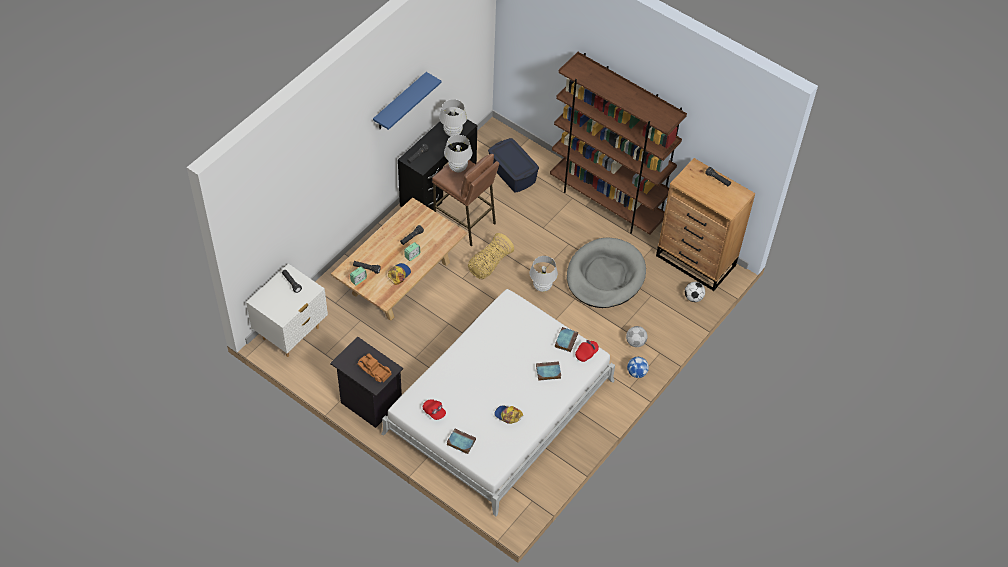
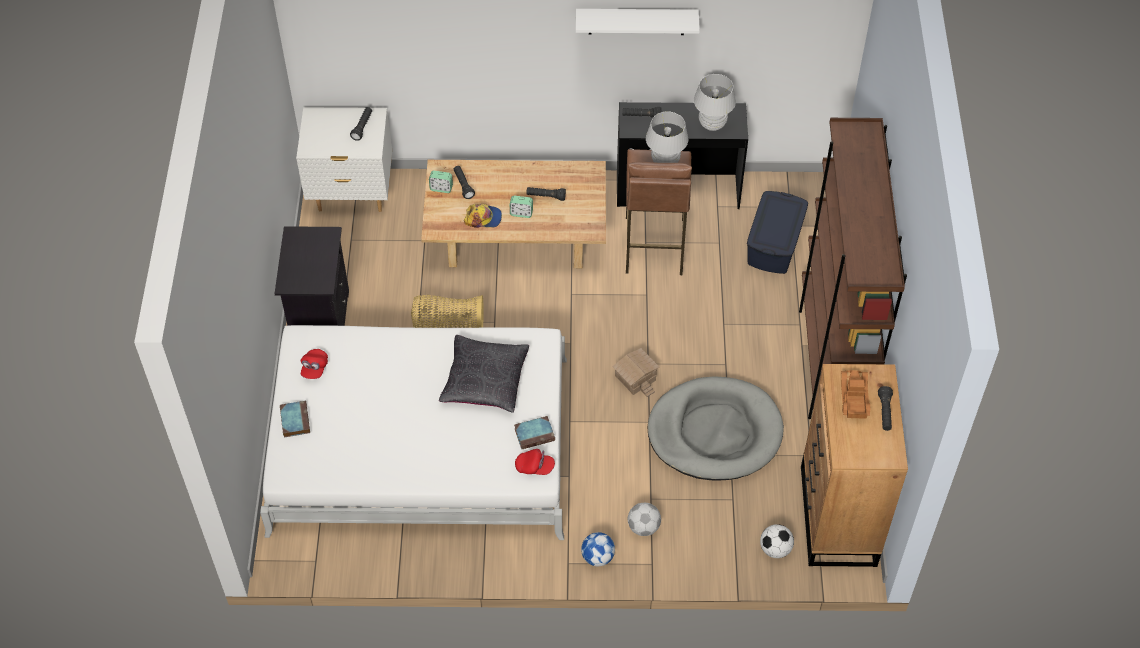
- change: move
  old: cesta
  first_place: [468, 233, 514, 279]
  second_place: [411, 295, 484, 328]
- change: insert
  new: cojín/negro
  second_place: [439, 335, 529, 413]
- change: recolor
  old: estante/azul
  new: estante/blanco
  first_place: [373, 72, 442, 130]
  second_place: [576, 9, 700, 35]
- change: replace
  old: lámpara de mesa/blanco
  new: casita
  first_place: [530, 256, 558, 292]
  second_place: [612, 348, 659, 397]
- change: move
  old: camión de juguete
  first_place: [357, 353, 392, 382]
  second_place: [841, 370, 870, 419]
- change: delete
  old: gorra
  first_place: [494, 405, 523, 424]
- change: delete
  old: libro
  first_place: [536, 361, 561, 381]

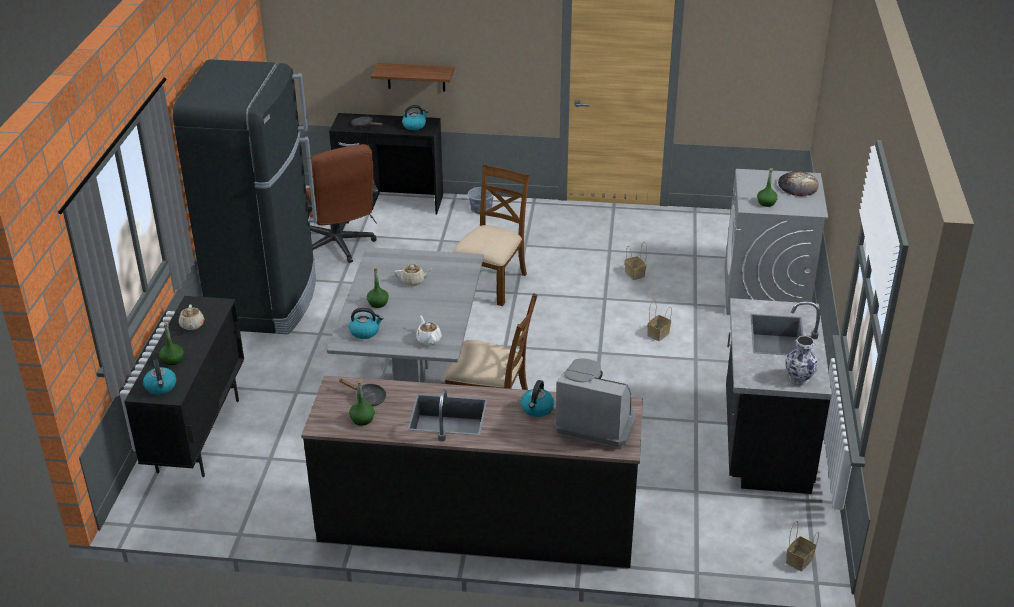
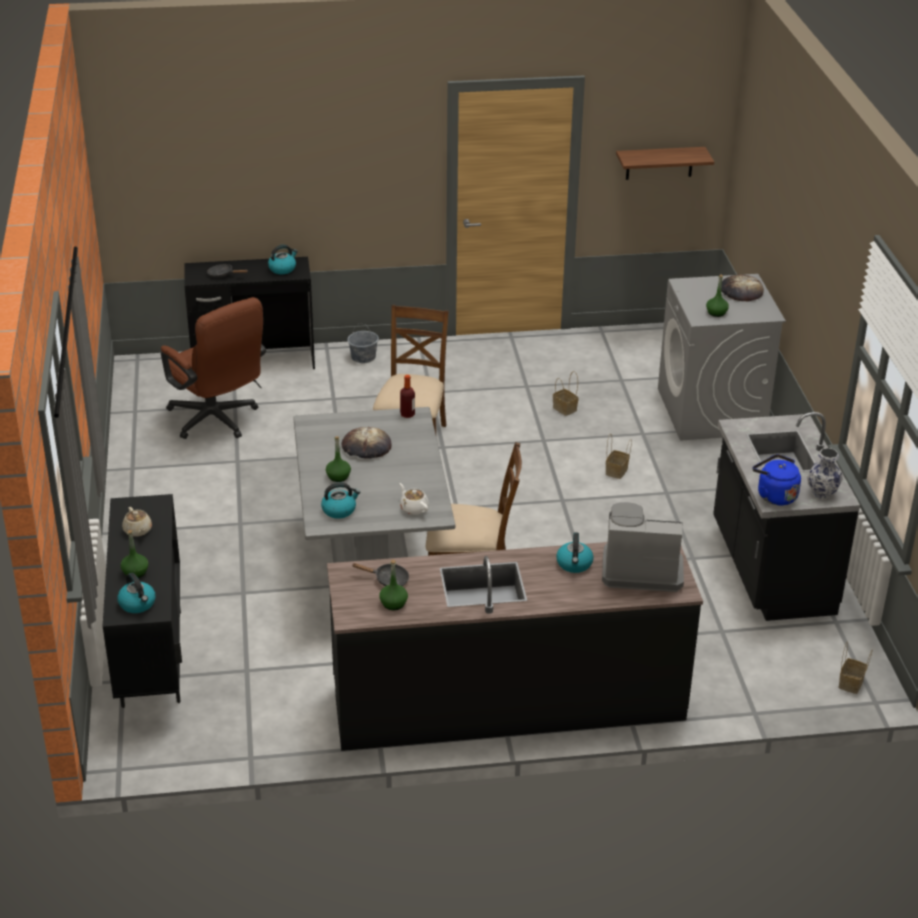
- change: replace
  old: tetera/beis
  new: pan
  first_place: [394, 264, 433, 286]
  second_place: [341, 427, 392, 458]
- change: insert
  new: botella
  second_place: [400, 375, 415, 418]
- change: move
  old: estante
  first_place: [371, 63, 455, 91]
  second_place: [616, 147, 714, 180]
- change: insert
  new: hervidor/azul
  second_place: [753, 454, 801, 505]
- change: delete
  old: nevera/negro
  first_place: [173, 59, 317, 334]

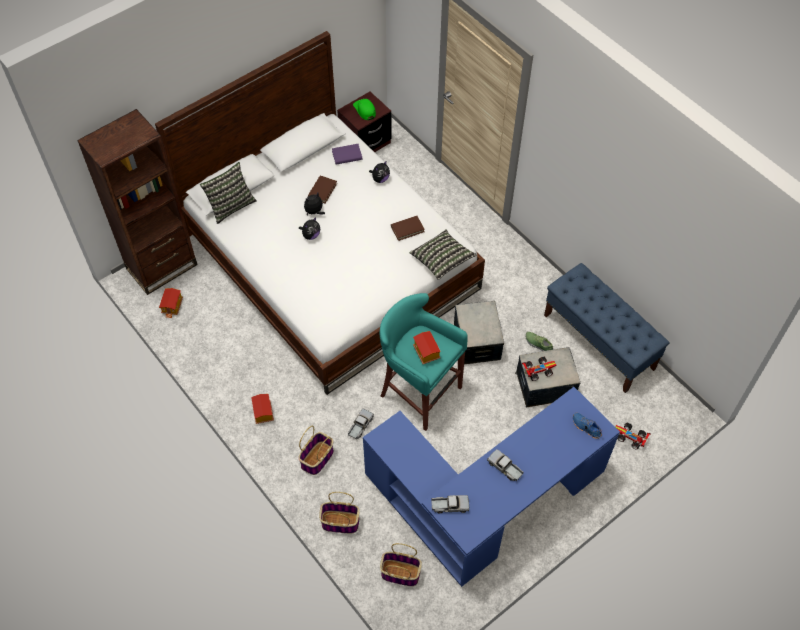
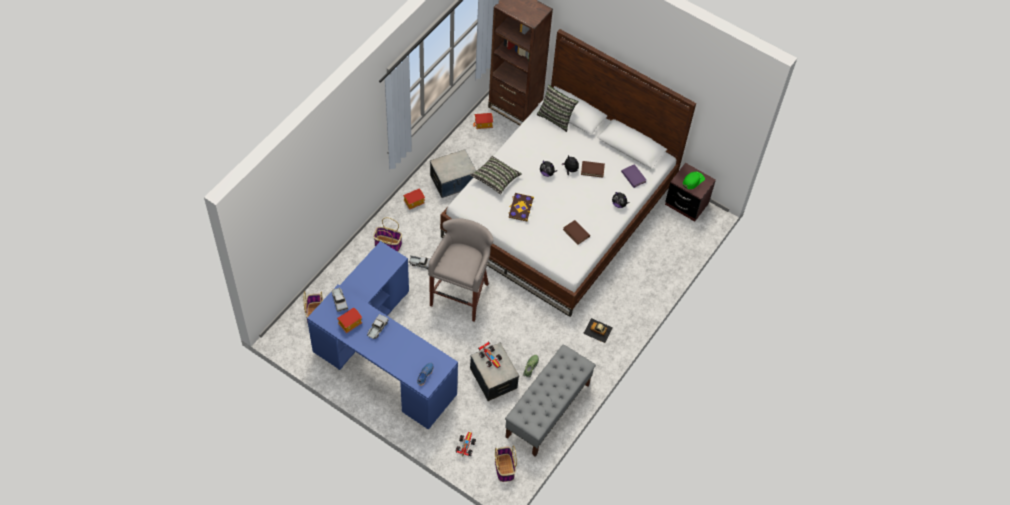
- change: move
  old: casita
  first_place: [413, 331, 441, 364]
  second_place: [337, 308, 362, 333]
- change: recolor
  old: taburete/turquesa
  new: taburete/gris
  first_place: [380, 293, 468, 431]
  second_place: [428, 218, 494, 322]
- change: move
  old: caja de almacenaje
  first_place: [454, 301, 504, 364]
  second_place: [430, 149, 476, 198]
- change: move
  old: cojín
  first_place: [410, 229, 477, 280]
  second_place: [470, 156, 522, 195]
- change: move
  old: cesta
  first_place: [319, 492, 360, 533]
  second_place: [495, 446, 517, 482]
- change: recolor
  old: banco/azul
  new: banco/gris
  first_place: [544, 263, 669, 393]
  second_place: [505, 344, 596, 457]
- change: insert
  new: libro
  second_place: [509, 193, 534, 222]
- change: insert
  new: coche de juguete
  second_place: [583, 318, 613, 343]

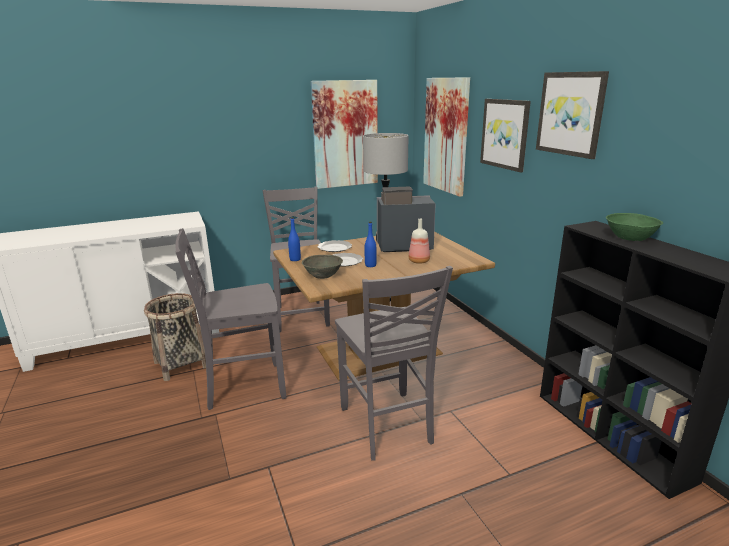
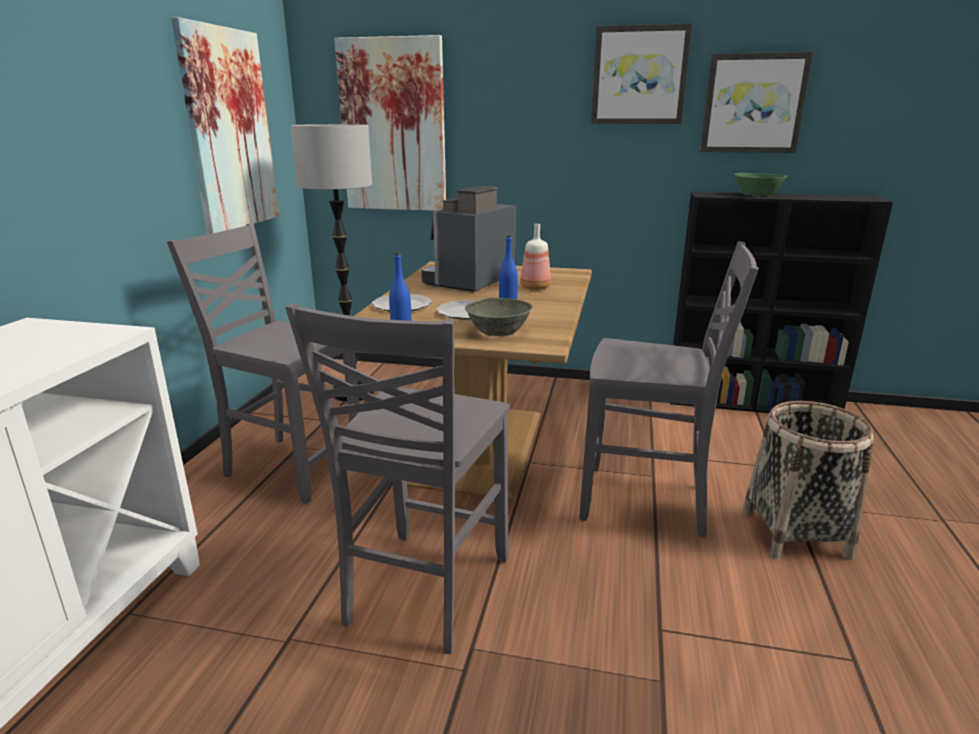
- change: move
  old: cuadro
  first_place: [480, 99, 531, 173]
  second_place: [700, 52, 813, 153]
- change: move
  old: cesta
  first_place: [144, 293, 206, 381]
  second_place: [742, 401, 874, 560]

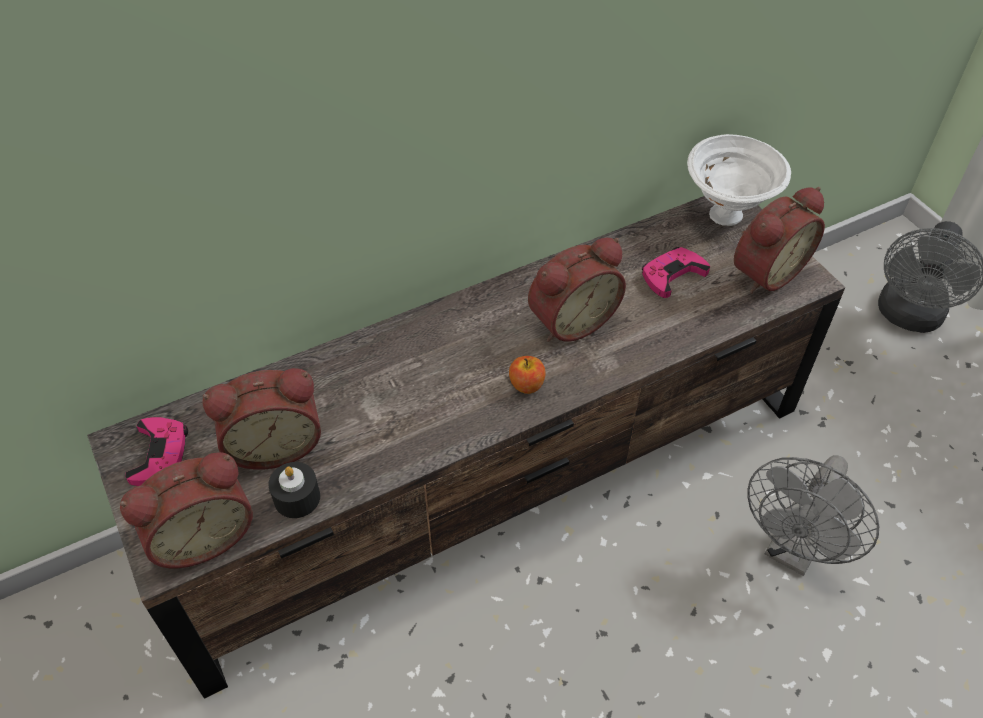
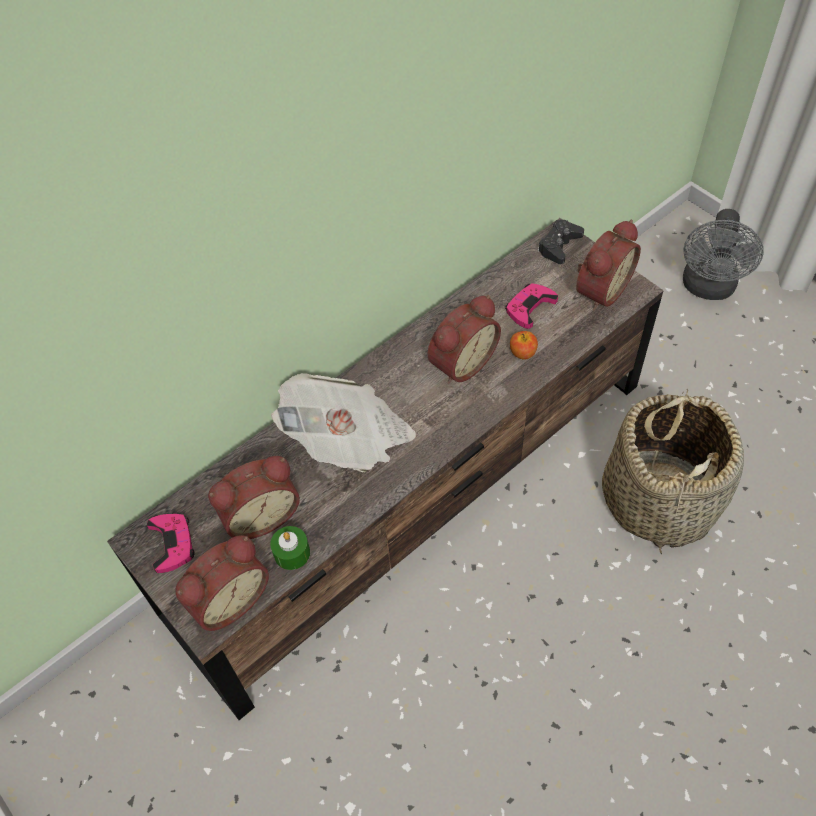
- change: recolor
  old: vela/negro
  new: vela/verde
  first_place: [268, 462, 320, 518]
  second_place: [270, 526, 310, 570]
- change: insert
  new: periódico
  second_place: [271, 373, 416, 472]
- change: move
  old: manzana
  first_place: [509, 356, 546, 394]
  second_place: [510, 331, 538, 359]
- change: replace
  old: cuenco/blanco
  new: mando de consola/negro
  first_place: [687, 134, 791, 226]
  second_place: [538, 220, 584, 264]
- change: replace
  old: ventilador/gris
  new: cesta
  first_place: [748, 455, 879, 576]
  second_place: [602, 389, 744, 554]

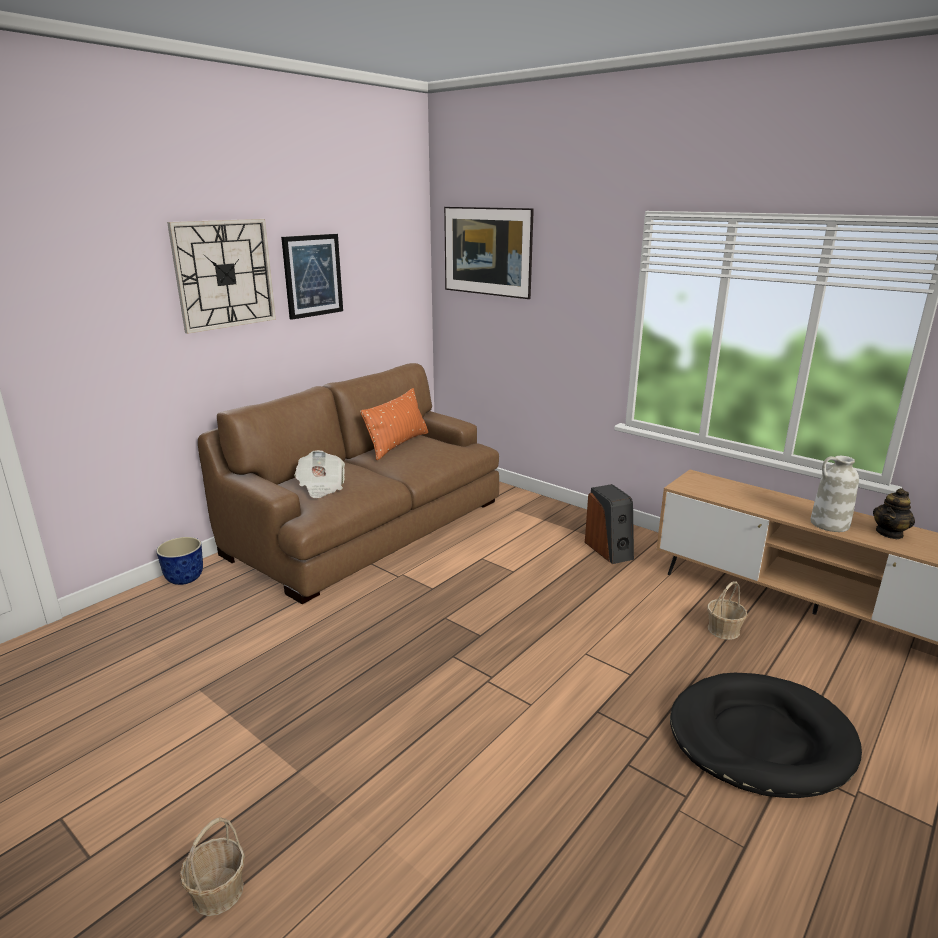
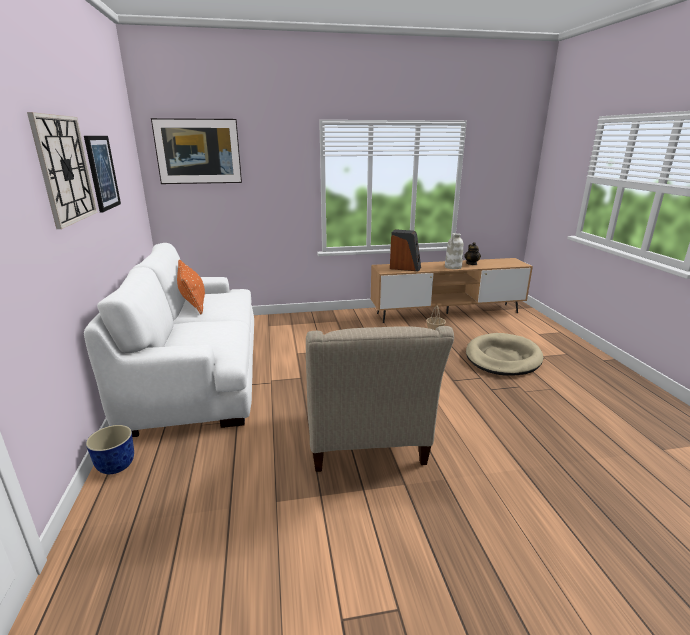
- change: recolor
  old: sofá/marrón
  new: sofá/blanco
  first_place: [198, 363, 499, 604]
  second_place: [84, 243, 254, 437]
- change: insert
  new: sillón/beis
  second_place: [306, 326, 454, 472]
- change: move
  old: altavoz
  first_place: [585, 484, 634, 564]
  second_place: [390, 229, 421, 271]
- change: recolor
  old: cama para perro/negro
  new: cama para perro/beis
  first_place: [670, 673, 862, 798]
  second_place: [466, 333, 543, 376]
- change: delete
  old: cesta
  first_place: [180, 817, 245, 916]
- change: delete
  old: periódico
  first_place: [294, 450, 345, 498]

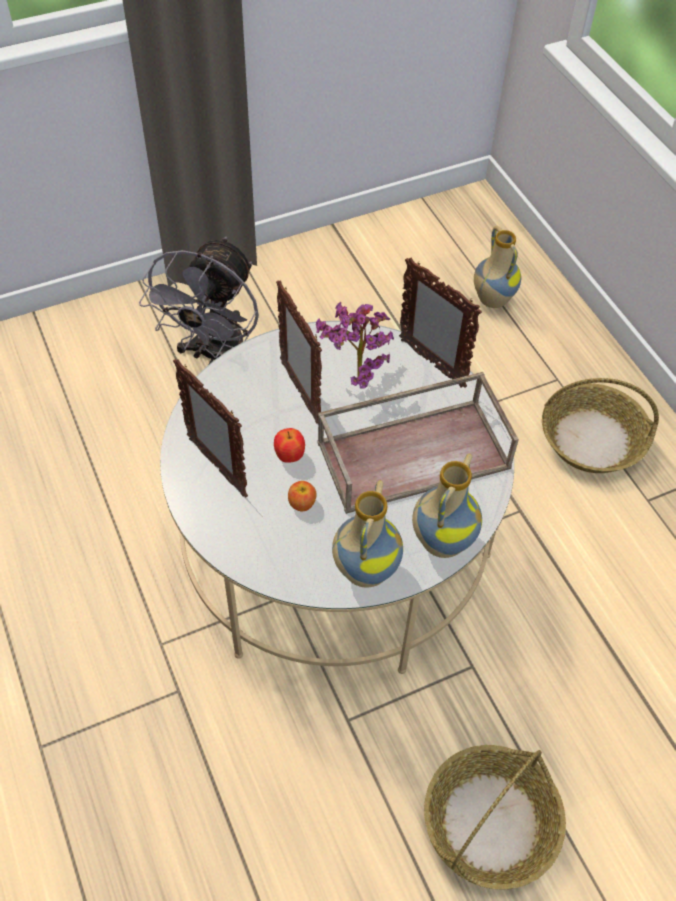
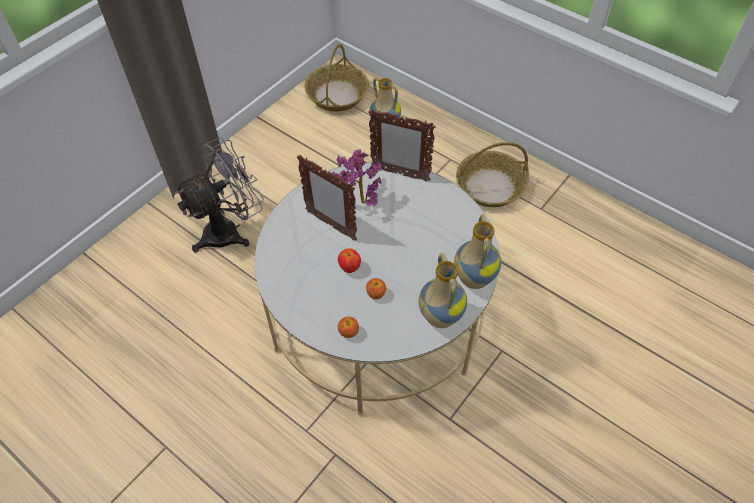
- change: rotate
  old: ventilador/gris
  first_place: [139, 236, 259, 364]
  second_place: [174, 137, 264, 252]
  degrees: -120
- change: move
  old: cesta
  first_place: [424, 745, 566, 890]
  second_place: [304, 44, 369, 112]
- change: insert
  new: manzana
  second_place: [338, 316, 359, 338]
- change: delete
  old: portarretratos
  first_place: [173, 359, 248, 497]
- change: delete
  old: bandeja/marrón
  first_place: [317, 372, 519, 514]

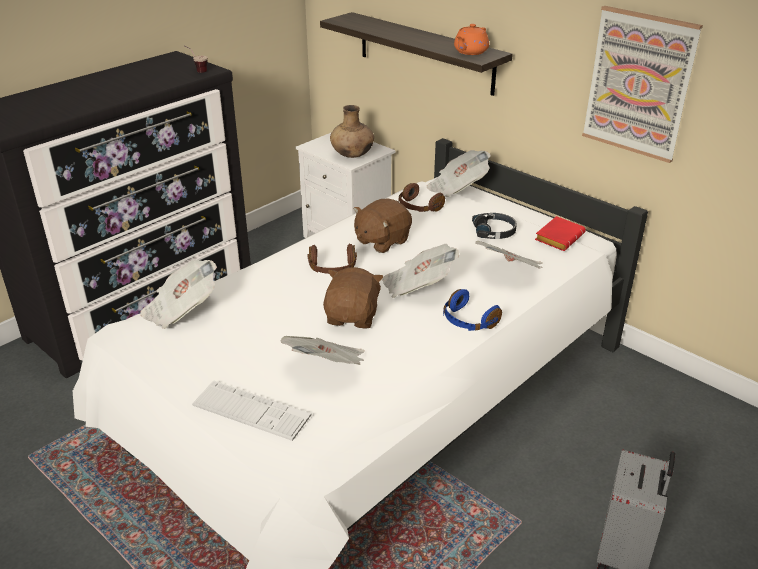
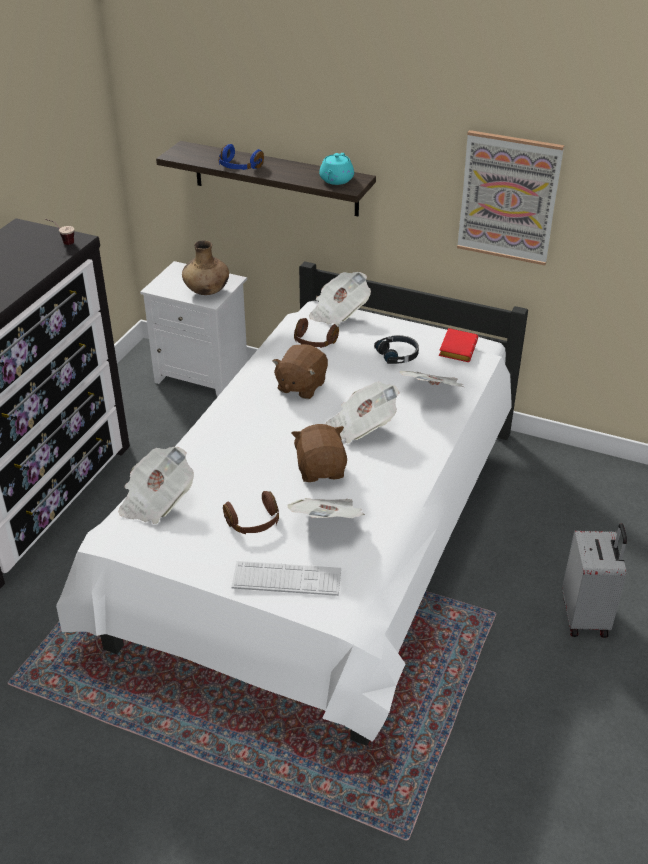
- change: move
  old: auriculares/azul
  first_place: [443, 289, 502, 331]
  second_place: [218, 144, 264, 170]
- change: move
  old: auriculares/marrón
  first_place: [308, 244, 357, 274]
  second_place: [223, 491, 279, 534]
- change: recolor
  old: tetera/naranja
  new: tetera/turquesa
  first_place: [454, 24, 489, 55]
  second_place: [319, 153, 354, 185]

